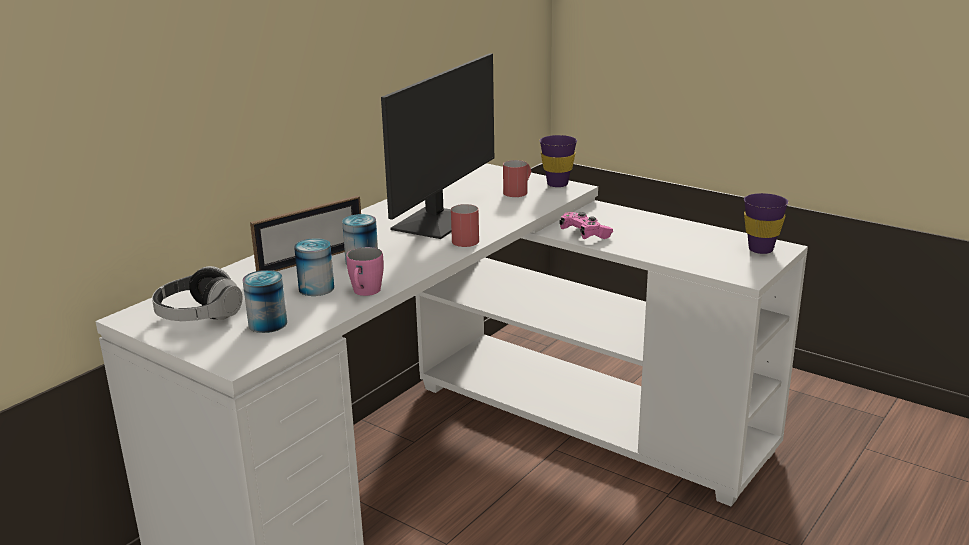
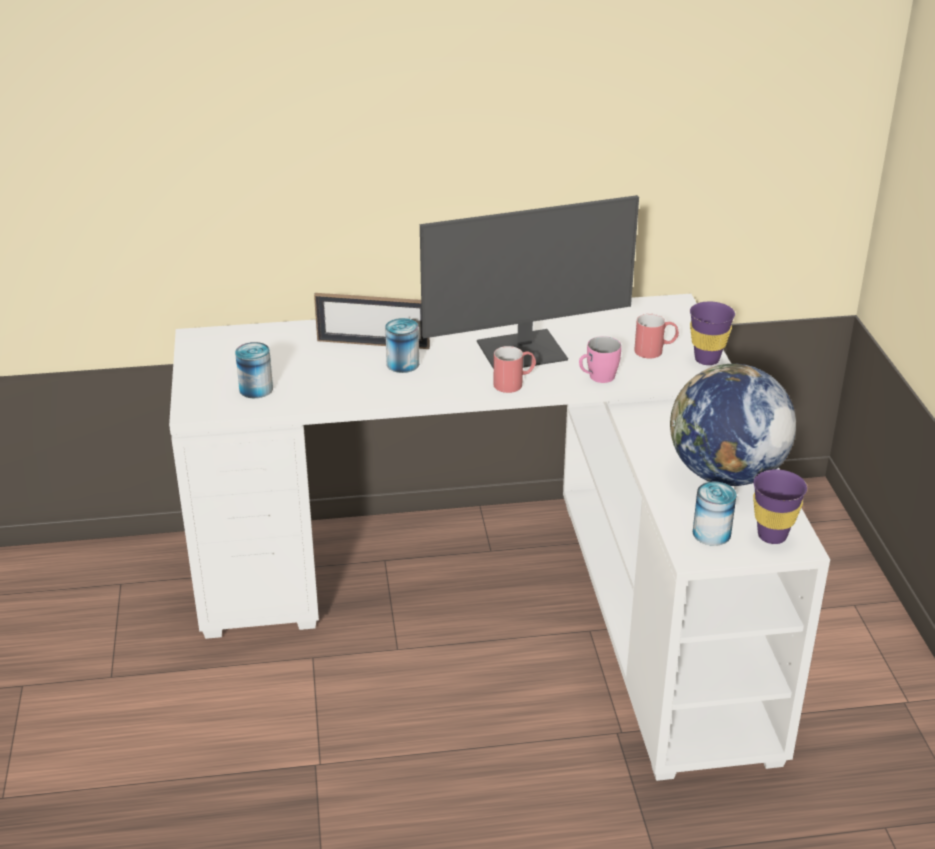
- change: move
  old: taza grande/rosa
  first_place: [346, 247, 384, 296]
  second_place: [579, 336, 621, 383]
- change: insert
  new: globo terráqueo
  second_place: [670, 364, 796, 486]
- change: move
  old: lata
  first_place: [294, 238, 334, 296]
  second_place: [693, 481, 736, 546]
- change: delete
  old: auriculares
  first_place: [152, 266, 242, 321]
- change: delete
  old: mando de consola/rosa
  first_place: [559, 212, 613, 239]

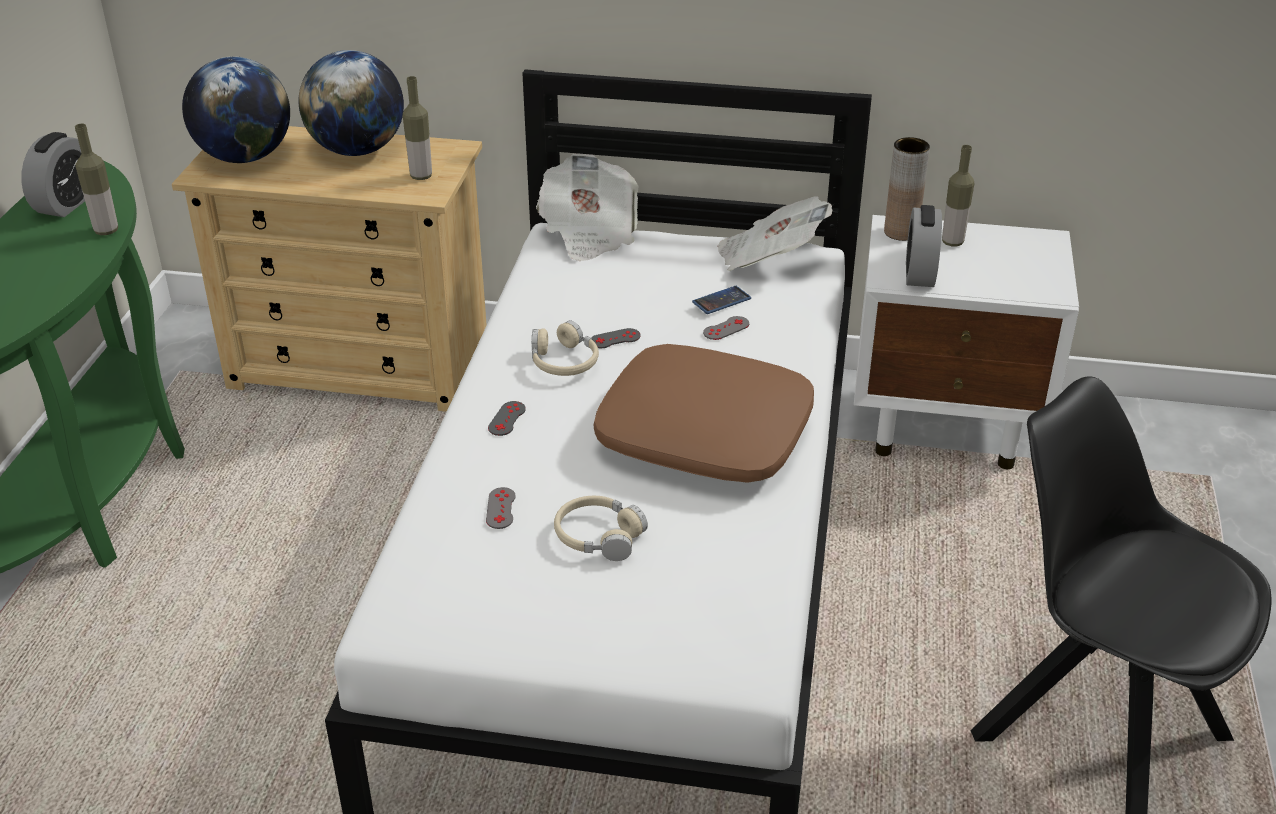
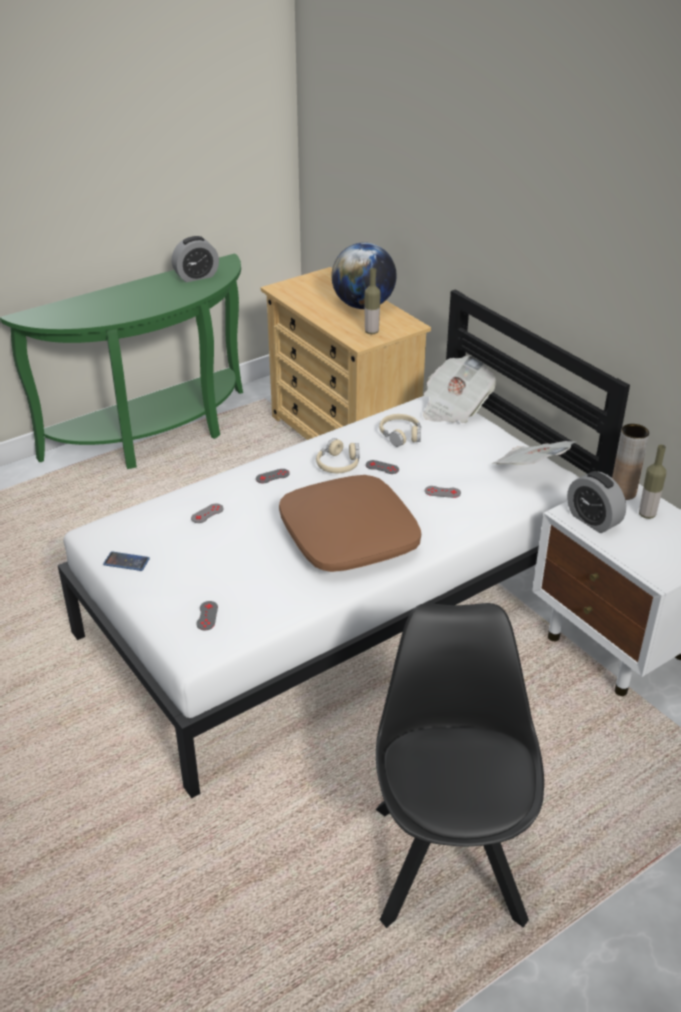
- change: move
  old: móvil
  first_place: [692, 286, 751, 314]
  second_place: [103, 551, 150, 571]
- change: insert
  new: mando de consola/gris
  second_place: [196, 601, 218, 630]
- change: move
  old: auriculares/beis
  first_place: [554, 496, 648, 561]
  second_place: [379, 414, 421, 447]
- change: rotate
  old: despertador
  first_place: [906, 205, 942, 287]
  second_place: [567, 471, 626, 533]
  degrees: -90
- change: delete
  old: botella
  first_place: [75, 124, 118, 235]
- change: delete
  old: globo terráqueo
  first_place: [182, 56, 290, 163]

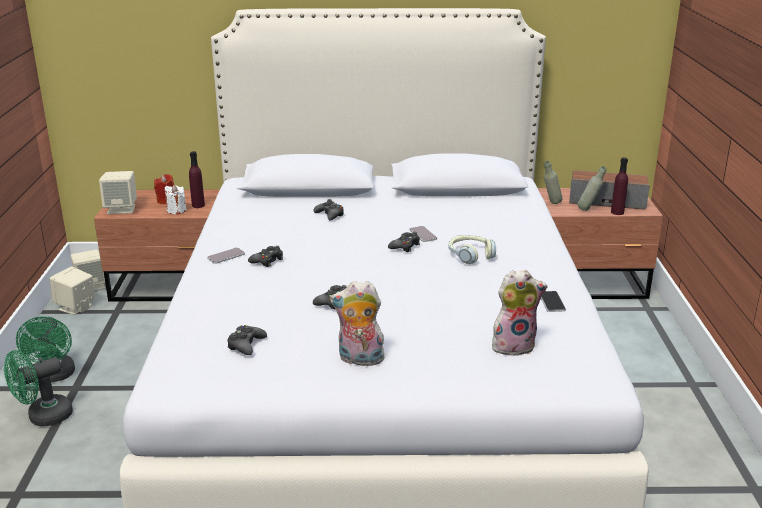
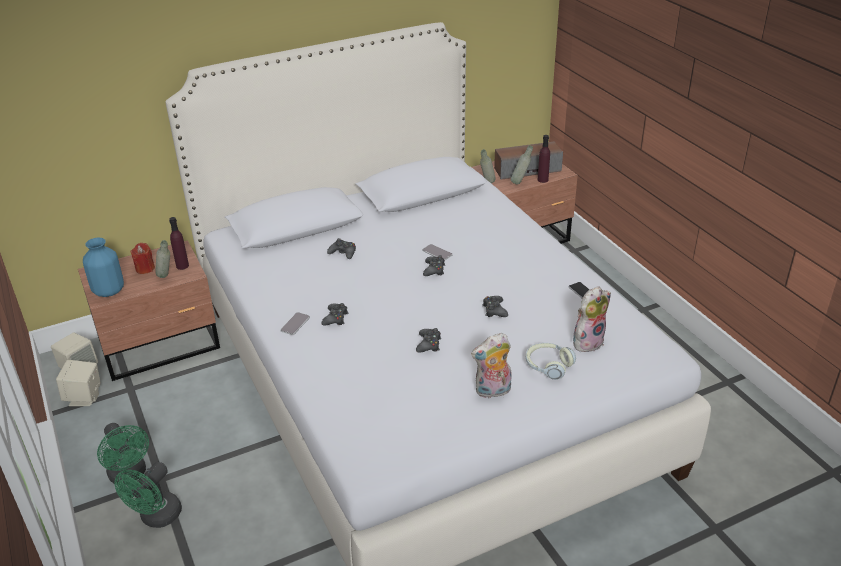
- change: replace
  old: altavoz/beis
  new: florero/azul
  first_place: [99, 171, 137, 214]
  second_place: [83, 238, 124, 297]
- change: replace
  old: vela/blanco
  new: botella/gris
  first_place: [165, 185, 186, 214]
  second_place: [155, 240, 170, 278]
- change: move
  old: mando de consola/negro
  first_place: [227, 325, 267, 355]
  second_place: [482, 296, 508, 317]
- change: move
  old: auriculares
  first_place: [448, 235, 496, 264]
  second_place: [526, 343, 576, 380]

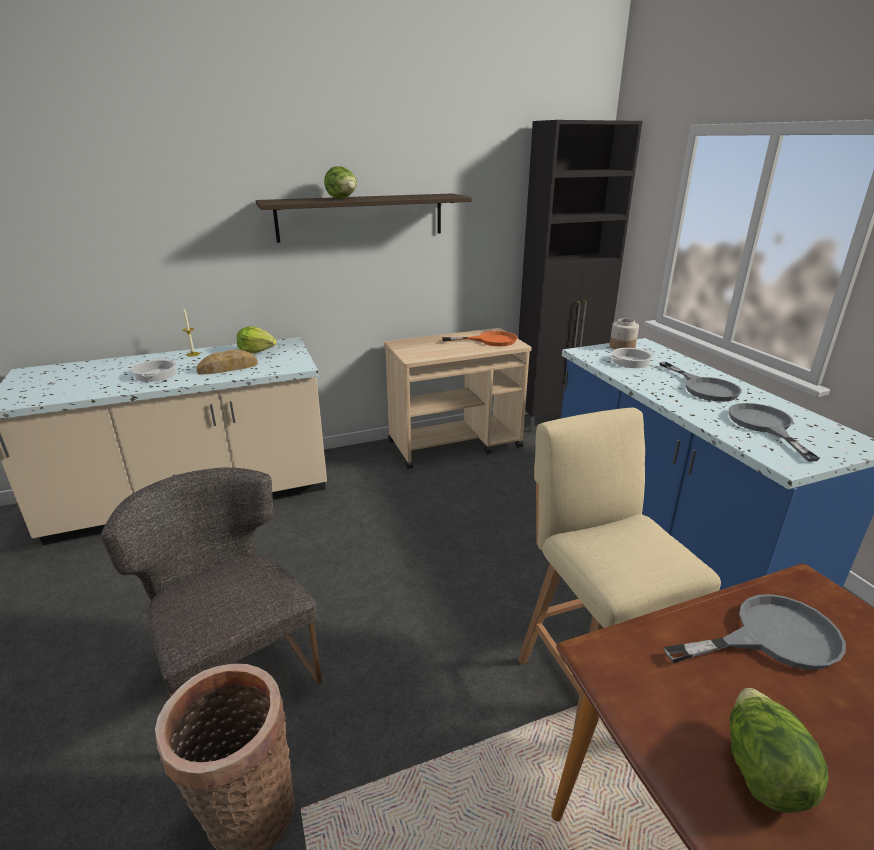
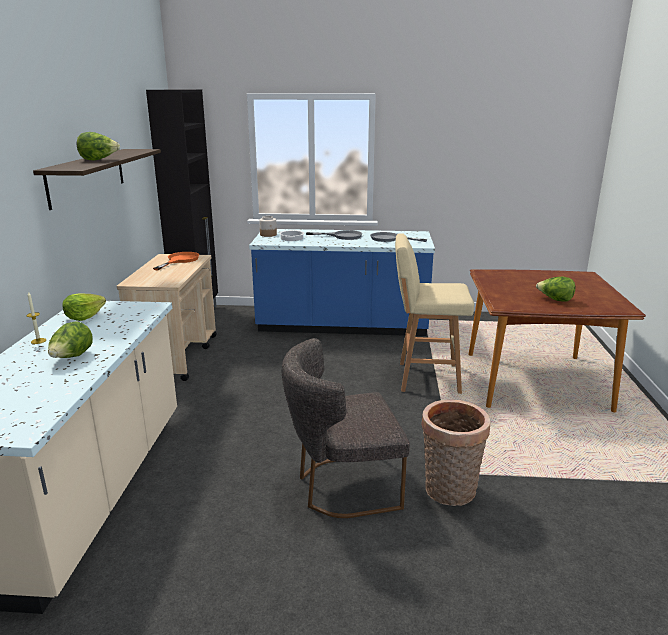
- change: replace
  old: olla
  new: lechuga
  first_place: [131, 358, 177, 382]
  second_place: [48, 321, 93, 358]
- change: delete
  old: pan
  first_place: [196, 349, 258, 374]
- change: delete
  old: sartén/gris
  first_place: [664, 594, 846, 670]

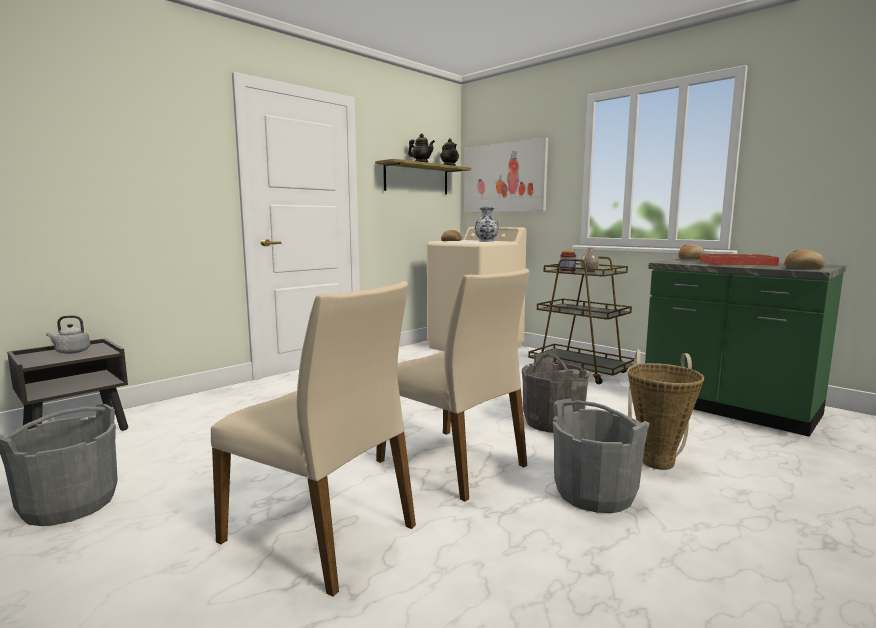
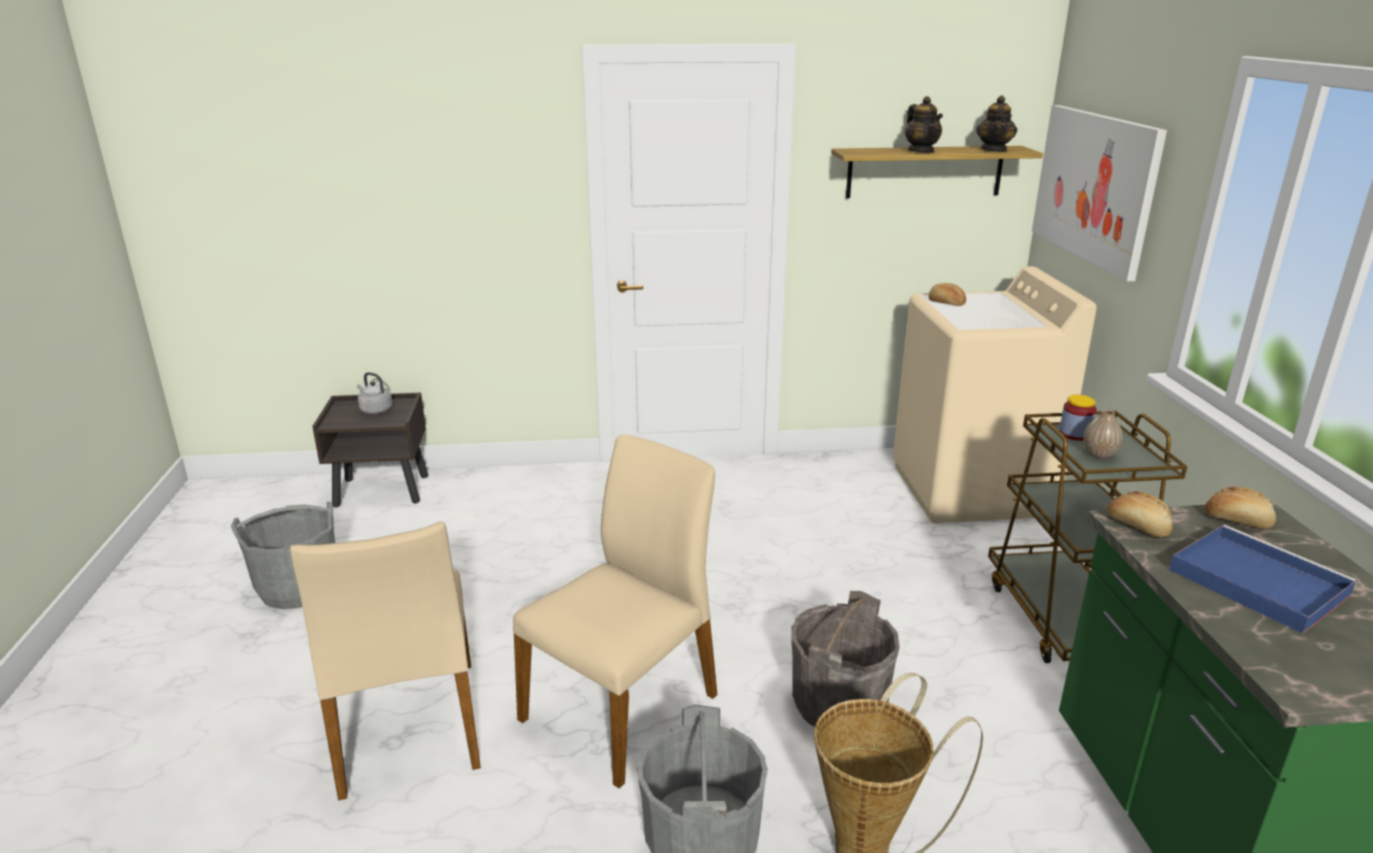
- change: rotate
  old: silla/beis
  first_place: [376, 268, 529, 501]
  second_place: [513, 435, 717, 788]
  degrees: -135
- change: move
  old: pan
  first_place: [784, 250, 825, 269]
  second_place: [1107, 491, 1173, 538]
- change: recolor
  old: bandeja/rojo
  new: bandeja/azul
  first_place: [700, 253, 780, 266]
  second_place: [1169, 525, 1357, 633]
- change: delete
  old: florero
  first_place: [475, 206, 499, 242]

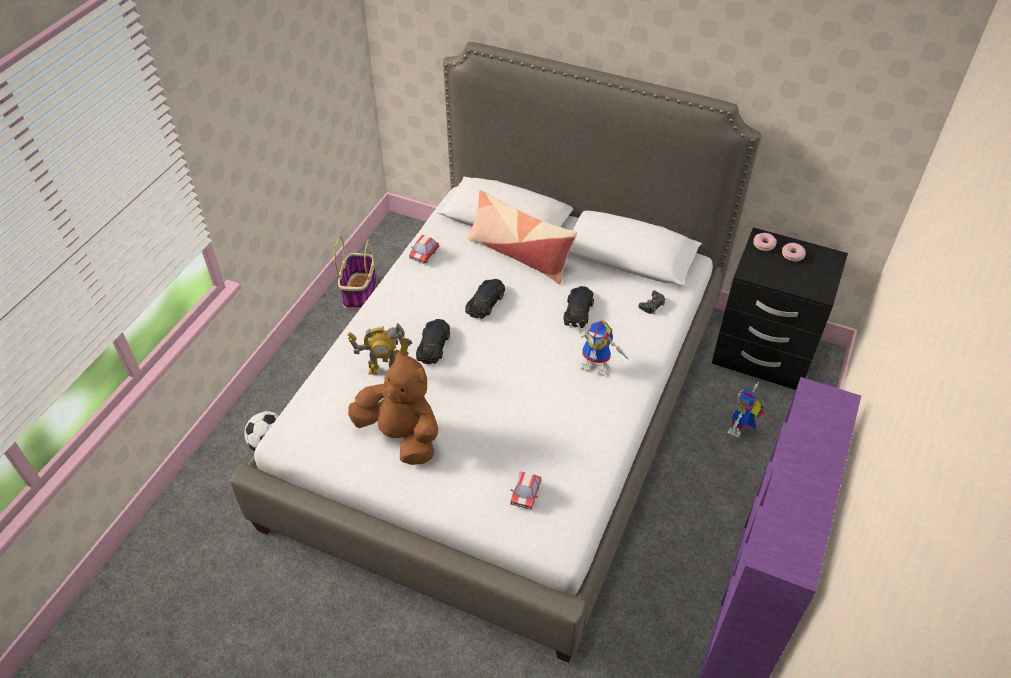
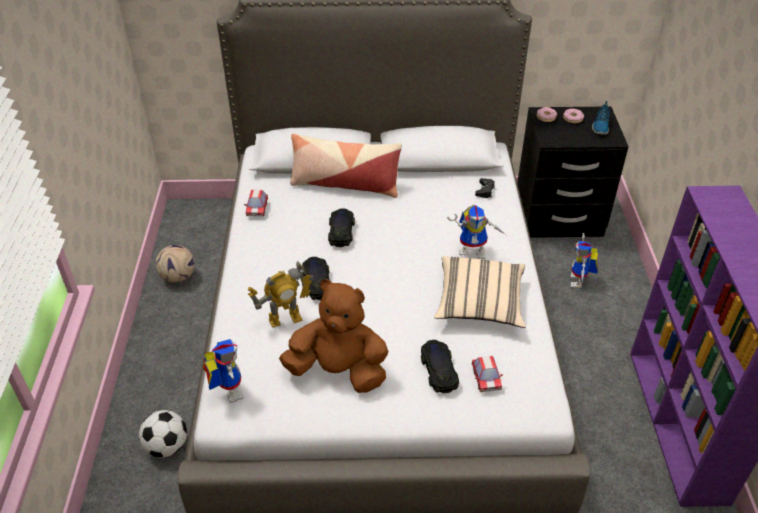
- change: replace
  old: cesta
  new: balón de fútbol
  first_place: [334, 236, 376, 309]
  second_place: [156, 245, 195, 282]
- change: insert
  new: robot de juguete
  second_place: [203, 339, 244, 403]
- change: move
  old: coche de juguete/negro
  first_place: [564, 286, 594, 328]
  second_place: [421, 340, 459, 393]
- change: insert
  new: cojín/beis
  second_place: [434, 256, 526, 328]
- change: insert
  new: zapato
  second_place: [592, 101, 610, 135]

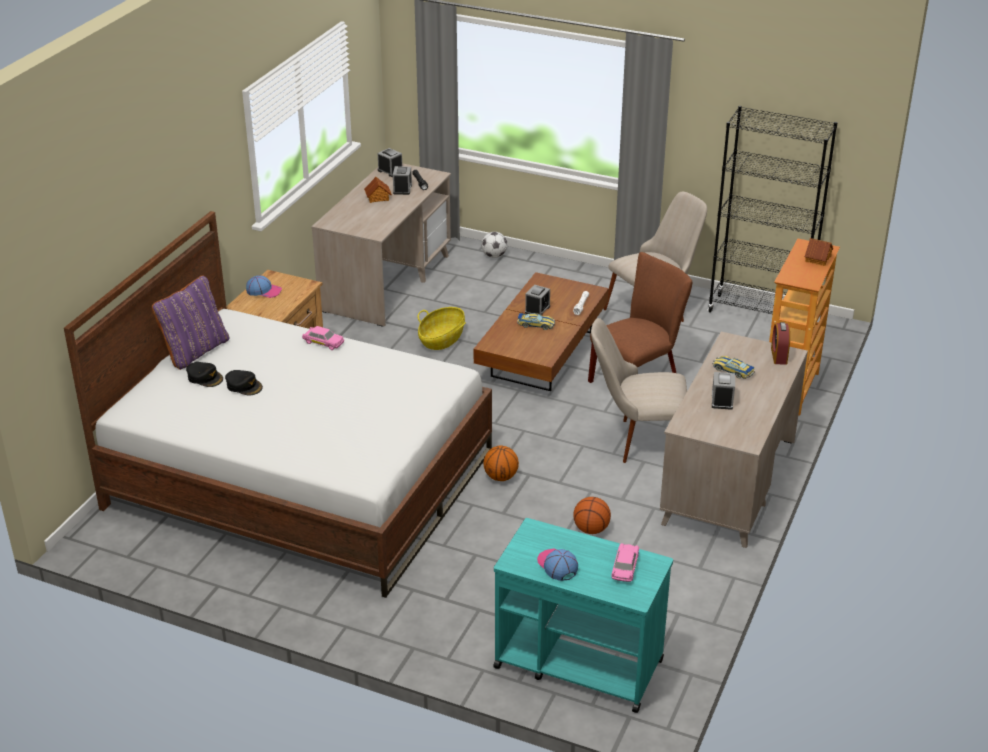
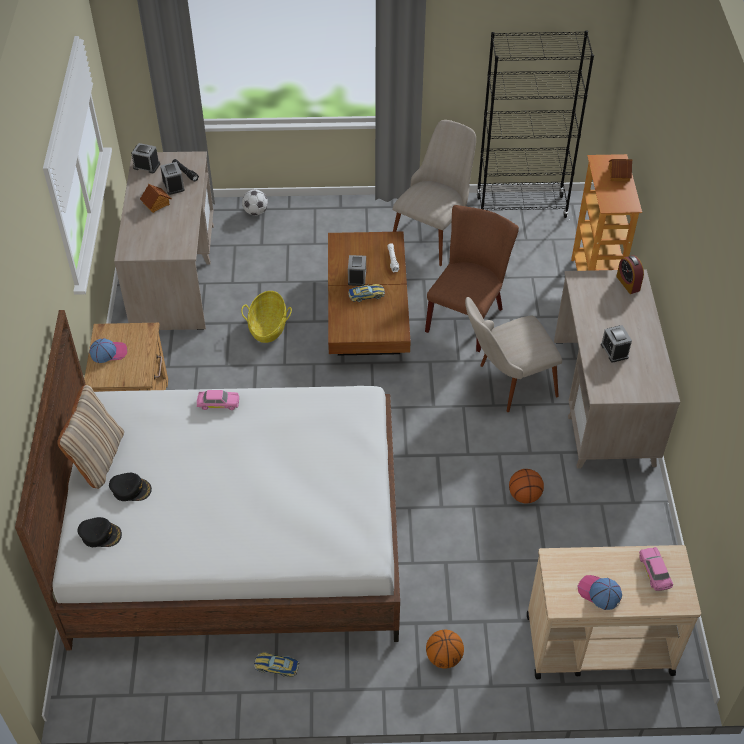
- change: recolor
  old: cojín/morado
  new: cojín/beis
  first_place: [152, 275, 229, 370]
  second_place: [57, 385, 124, 489]
- change: move
  old: gorra/negro
  first_place: [225, 370, 263, 396]
  second_place: [77, 517, 122, 547]
- change: move
  old: coche de juguete
  first_place: [713, 356, 755, 379]
  second_place: [254, 652, 299, 677]
- change: move
  old: balón de baloncesto
  first_place: [483, 445, 519, 481]
  second_place: [426, 630, 464, 669]
- change: recolor
  old: carrito/turquesa
  new: carrito/beis
  first_place: [493, 518, 673, 713]
  second_place: [527, 545, 701, 679]

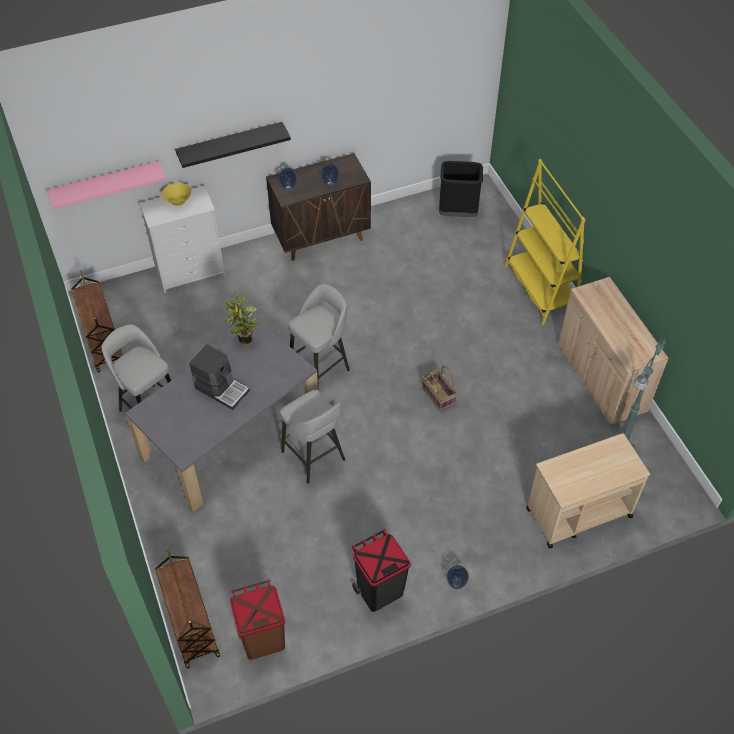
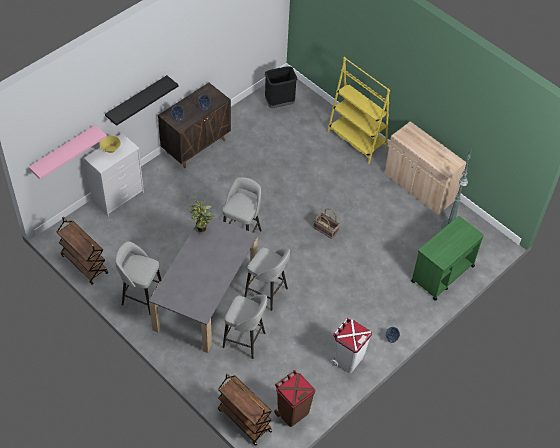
- change: insert
  new: taburete/gris
  second_place: [222, 294, 267, 359]
- change: recolor
  old: papelera/negro
  new: papelera/blanco
  first_place: [352, 529, 411, 612]
  second_place: [331, 318, 372, 373]
- change: recolor
  old: carrito/beis
  new: carrito/verde
  first_place: [526, 433, 650, 548]
  second_place: [411, 216, 484, 301]
- change: delete
  old: cafetera
  first_place: [189, 344, 250, 410]

